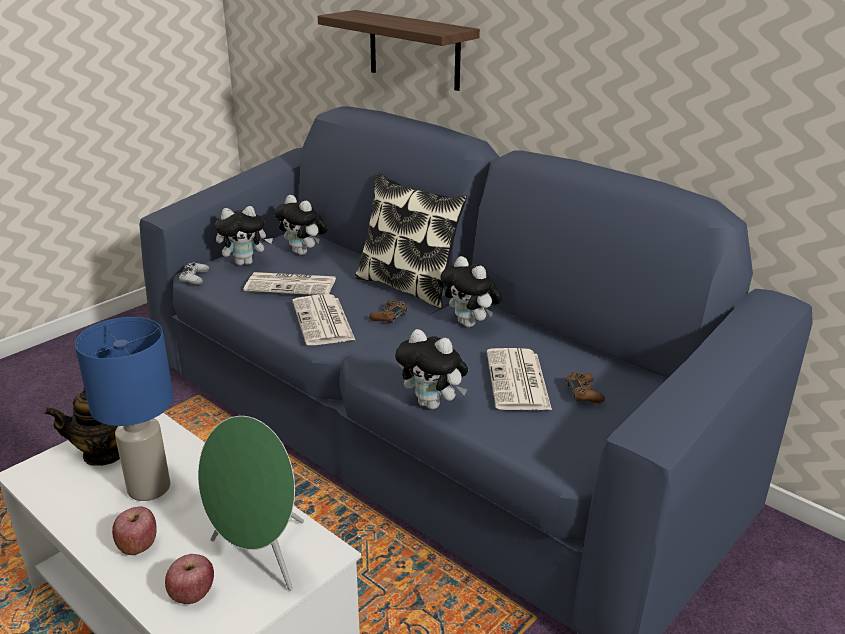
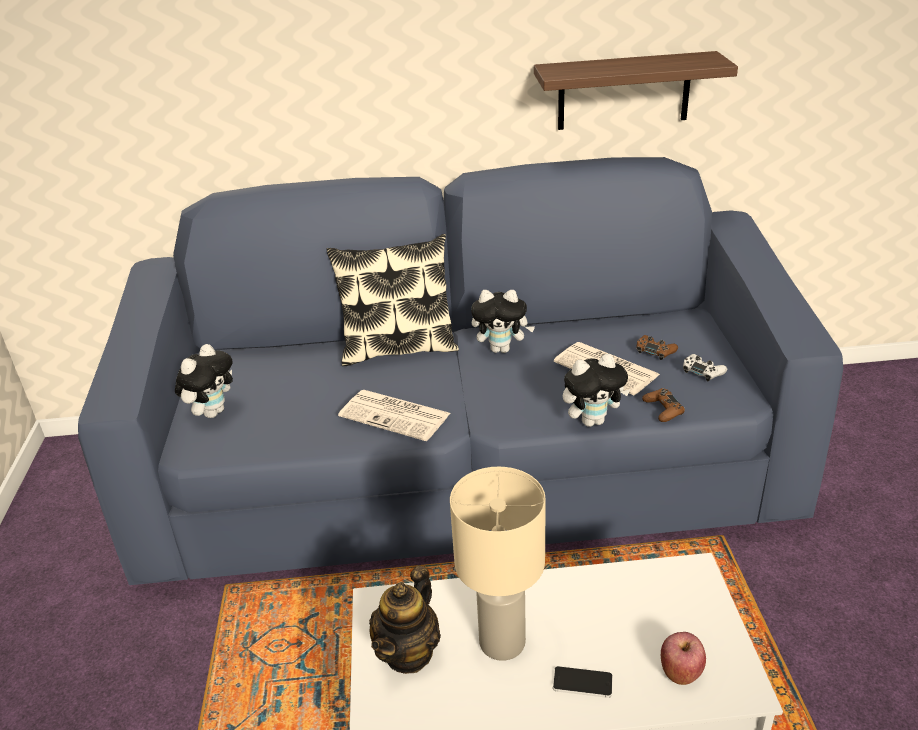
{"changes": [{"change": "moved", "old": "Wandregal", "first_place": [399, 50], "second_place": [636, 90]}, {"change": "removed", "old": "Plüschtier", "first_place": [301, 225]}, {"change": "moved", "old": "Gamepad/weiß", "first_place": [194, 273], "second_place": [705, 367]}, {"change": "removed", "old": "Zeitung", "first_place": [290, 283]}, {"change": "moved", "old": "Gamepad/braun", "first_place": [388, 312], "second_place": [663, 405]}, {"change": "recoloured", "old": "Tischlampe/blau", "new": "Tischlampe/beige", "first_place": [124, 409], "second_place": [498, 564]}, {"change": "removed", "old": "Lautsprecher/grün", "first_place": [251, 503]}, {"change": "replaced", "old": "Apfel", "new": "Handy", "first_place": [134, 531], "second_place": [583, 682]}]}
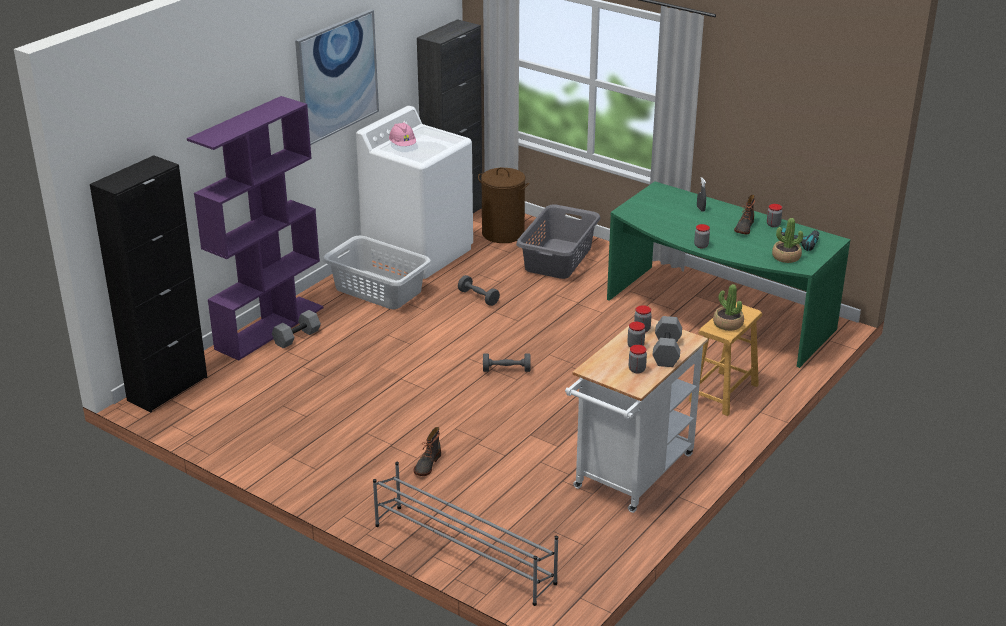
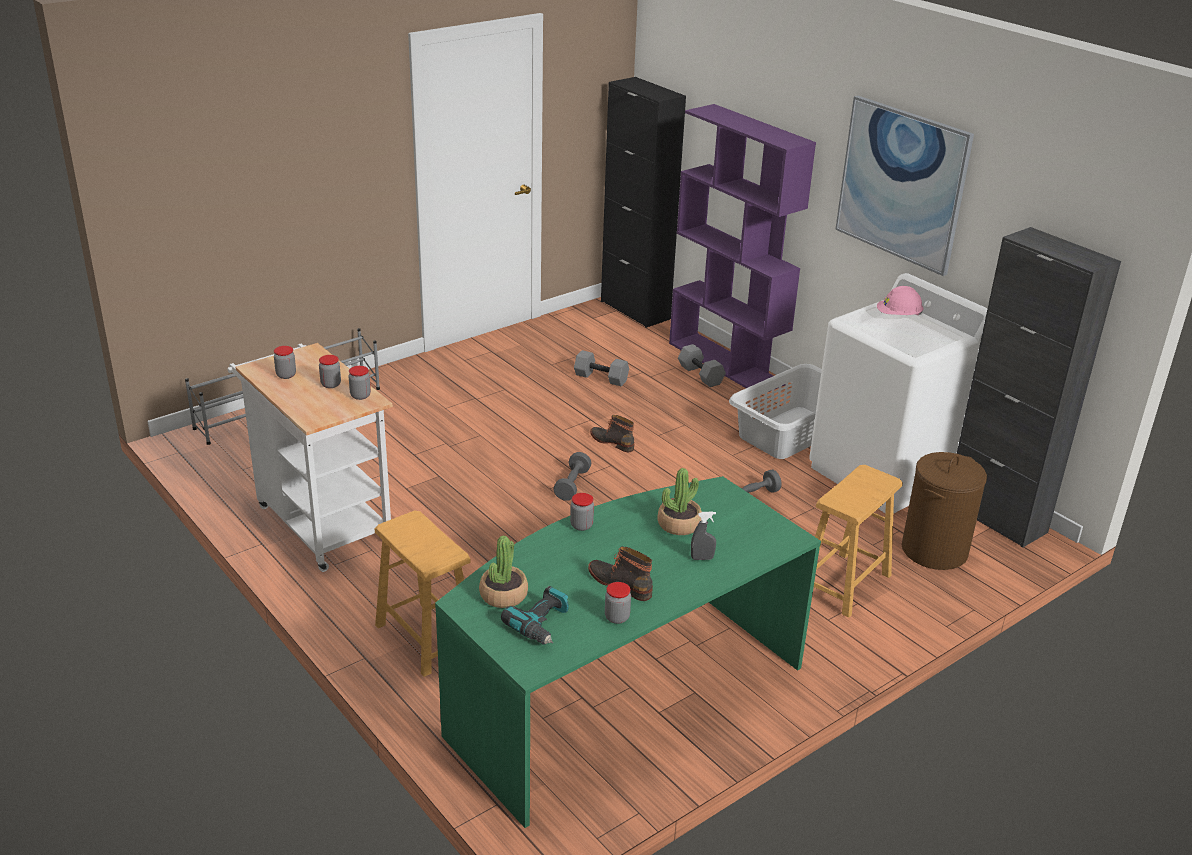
{"changes": [{"change": "replaced", "old": "Wäschekorb/grau", "new": "Hocker/braun", "first_place": [558, 241], "second_place": [858, 541]}, {"change": "moved", "old": "Topfpflanze", "first_place": [728, 307], "second_place": [679, 501]}, {"change": "moved", "old": "Hantel/grau", "first_place": [667, 341], "second_place": [601, 368]}, {"change": "moved", "old": "Stiefel", "first_place": [427, 451], "second_place": [612, 433]}]}
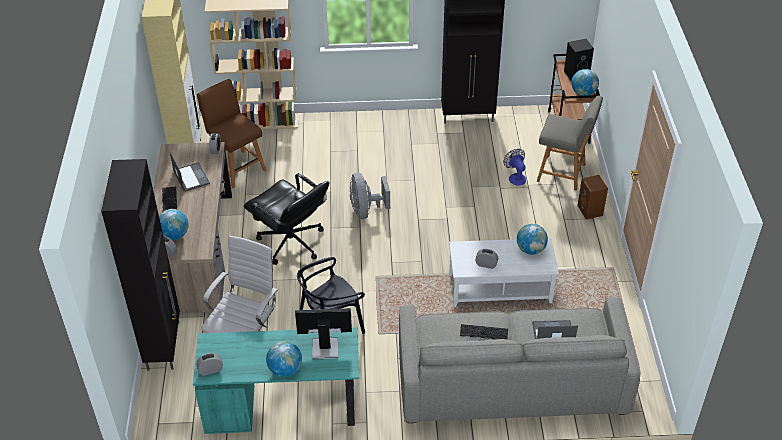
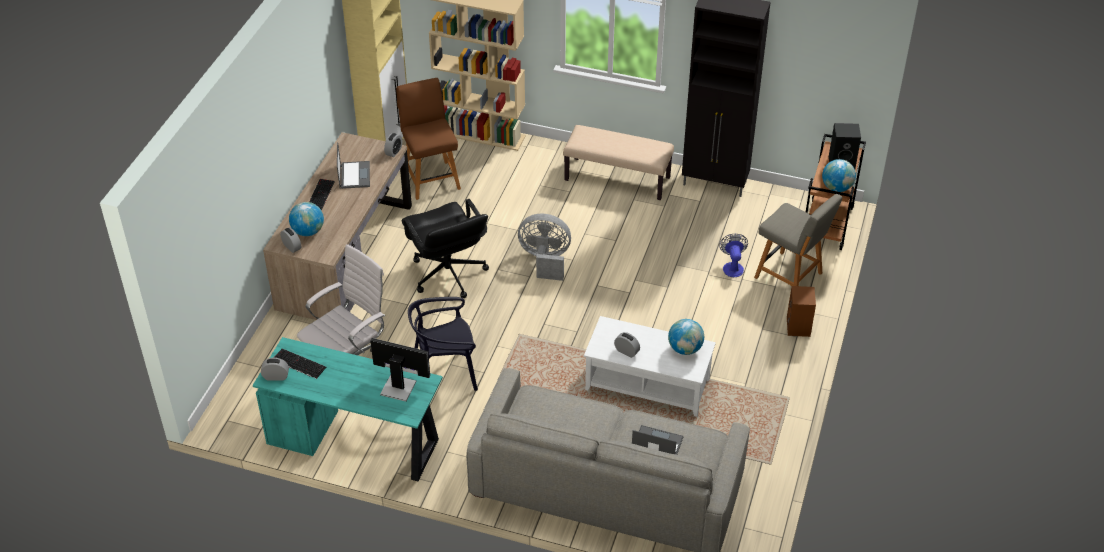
{"changes": [{"change": "removed", "old": "Schrank/schwarz", "first_place": [140, 265]}, {"change": "turned", "old": "Ventilator/grau", "first_place": [370, 196], "second_place": [544, 247], "degrees": 90}, {"change": "moved", "old": "Tastatur", "first_place": [484, 332], "second_place": [300, 363]}, {"change": "removed", "old": "Globus", "first_place": [284, 359]}, {"change": "added", "new": "Bank/beige", "second_place": [618, 162]}]}
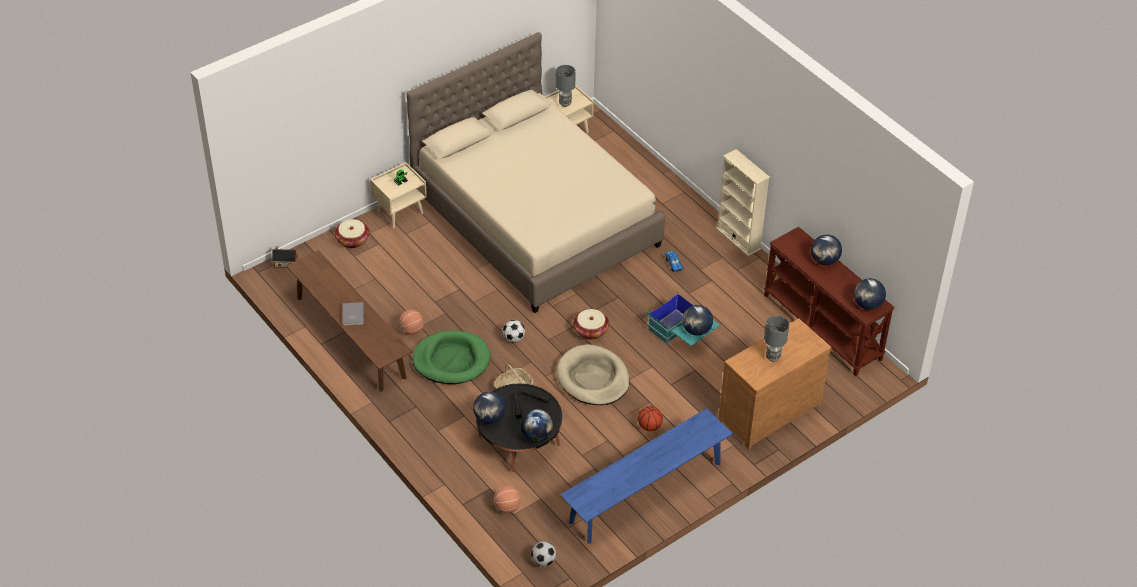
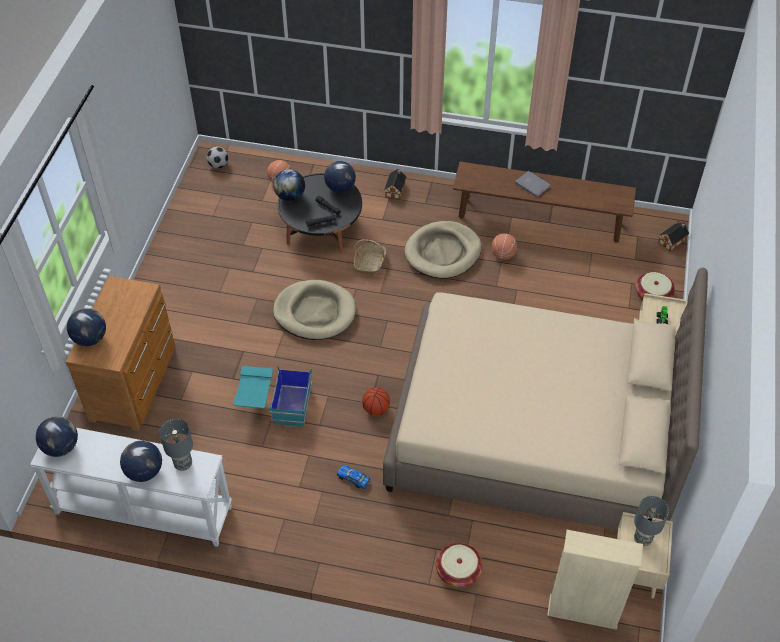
{"changes": [{"change": "moved", "old": "Bücherregal/beige", "first_place": [743, 202], "second_place": [595, 580]}, {"change": "recoloured", "old": "Konsolentisch/braun", "new": "Konsolentisch/weiß", "first_place": [829, 302], "second_place": [131, 487]}, {"change": "moved", "old": "Globus", "first_place": [697, 320], "second_place": [86, 327]}, {"change": "moved", "old": "Korb", "first_place": [591, 324], "second_place": [459, 565]}, {"change": "moved", "old": "Tischlampe/grau", "first_place": [776, 338], "second_place": [176, 444]}, {"change": "removed", "old": "Fußball", "first_place": [514, 331]}, {"change": "recoloured", "old": "Hundebett/grün", "new": "Hundebett/beige", "first_place": [451, 357], "second_place": [443, 250]}, {"change": "moved", "old": "Basketball", "first_place": [650, 418], "second_place": [376, 402]}, {"change": "removed", "old": "Bank/blau", "first_place": [646, 475]}, {"change": "added", "new": "Spielzeughaus", "second_place": [395, 184]}]}
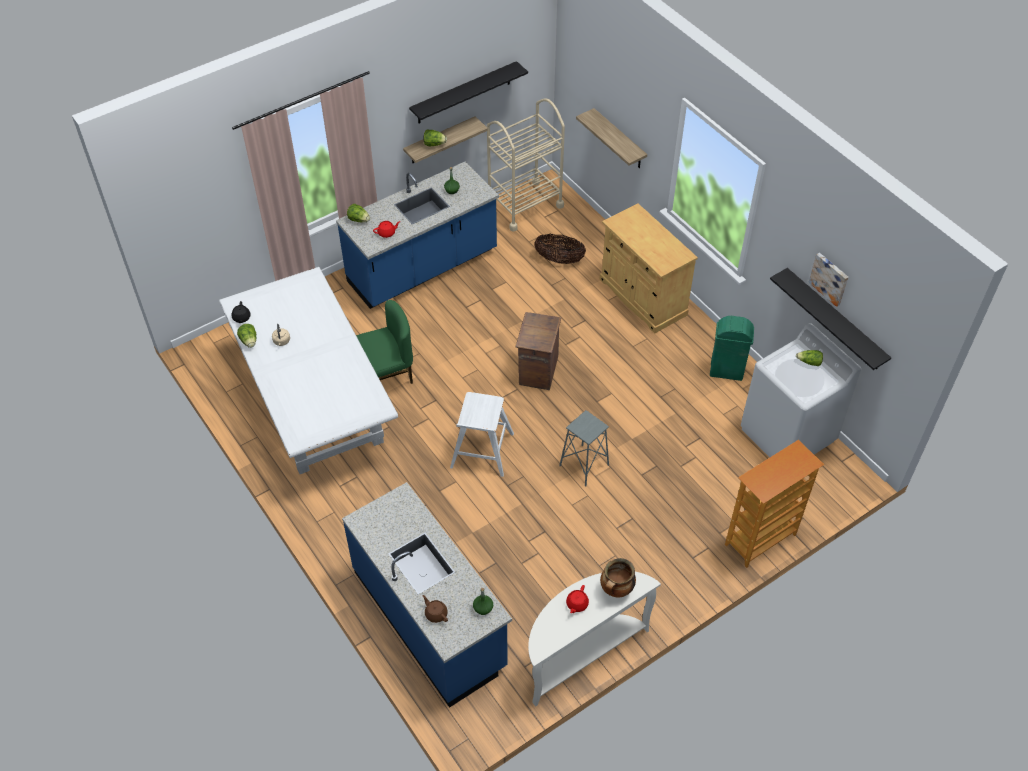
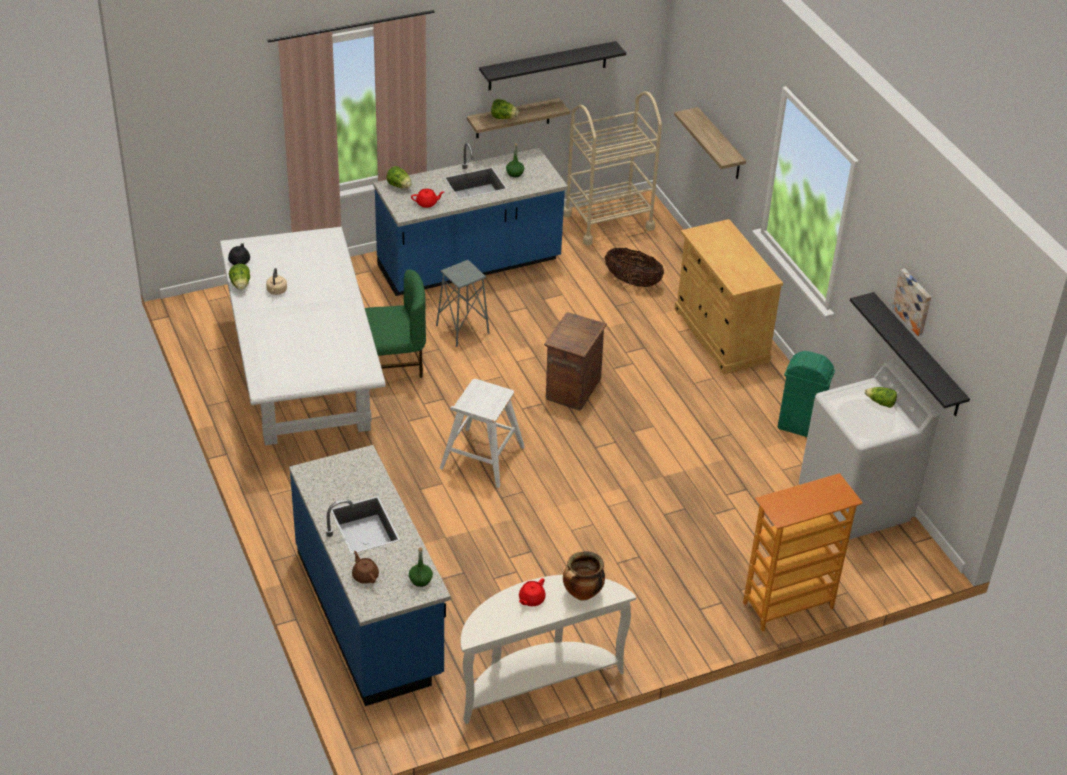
{"changes": [{"change": "moved", "old": "Hocker/grau", "first_place": [584, 448], "second_place": [462, 303]}]}
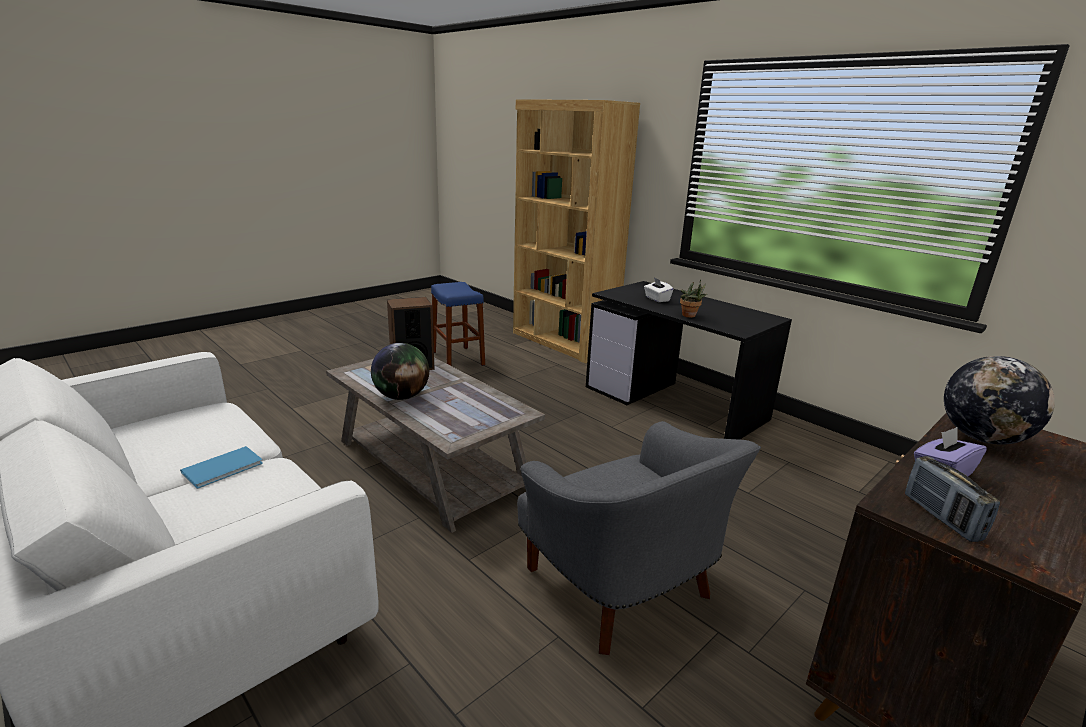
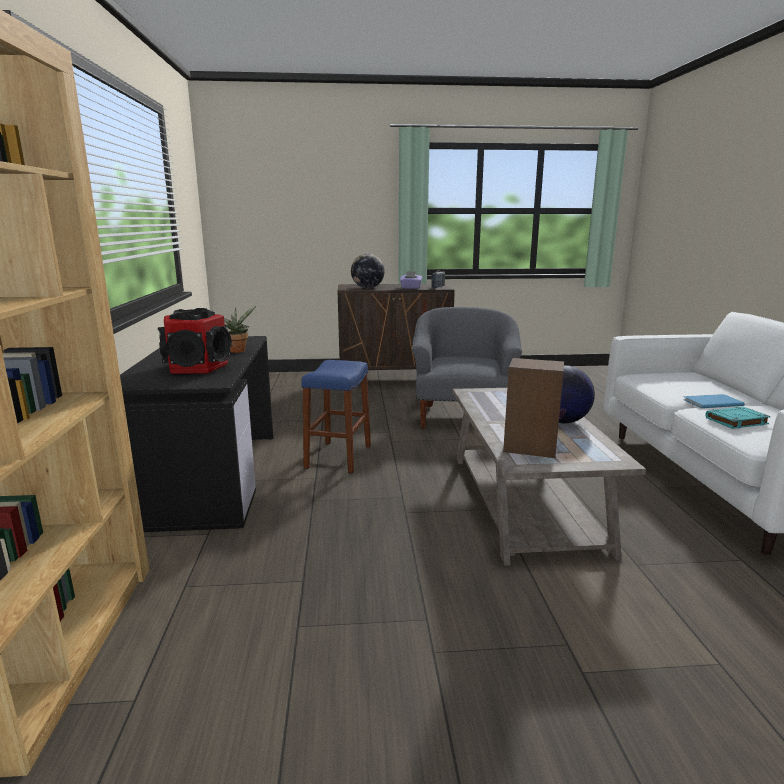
{"changes": [{"change": "replaced", "old": "Taschentuchbox/weiß", "new": "Lautsprecher", "first_place": [658, 289], "second_place": [195, 341]}, {"change": "moved", "old": "Hocker/blau", "first_place": [458, 324], "second_place": [336, 417]}, {"change": "added", "new": "Buch/türkis", "second_place": [738, 418]}]}
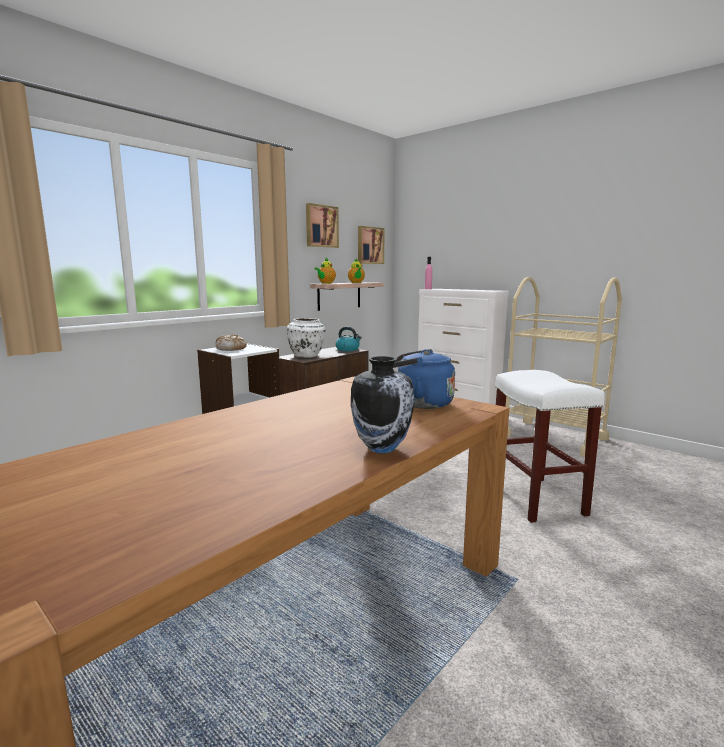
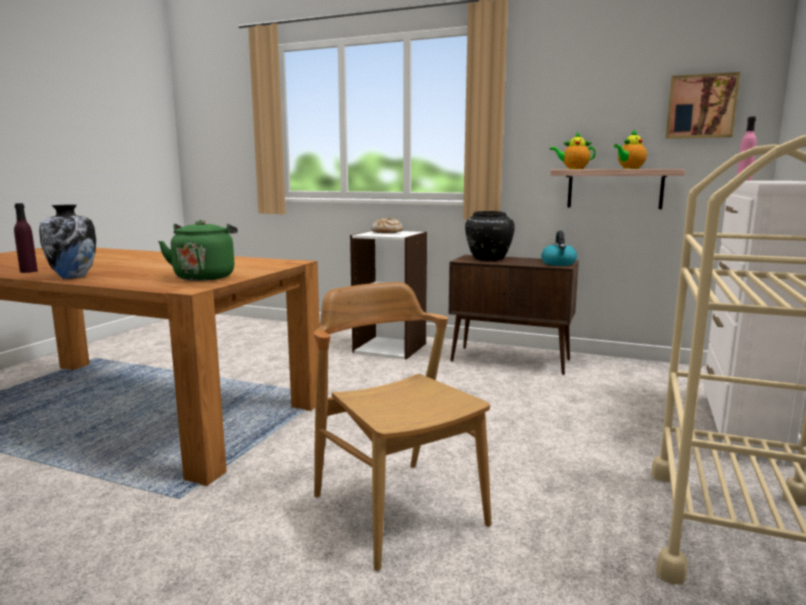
{"changes": [{"change": "removed", "old": "Bild", "first_place": [322, 225]}, {"change": "recoloured", "old": "Vase/weiß", "new": "Vase/schwarz", "first_place": [306, 338], "second_place": [490, 236]}, {"change": "recoloured", "old": "Wasserkessel/blau", "new": "Wasserkessel/grün", "first_place": [424, 379], "second_place": [198, 250]}, {"change": "replaced", "old": "Hocker/weiß", "new": "Stuhl/braun", "first_place": [550, 446], "second_place": [402, 426]}, {"change": "added", "new": "Flasche/lila", "second_place": [26, 238]}]}
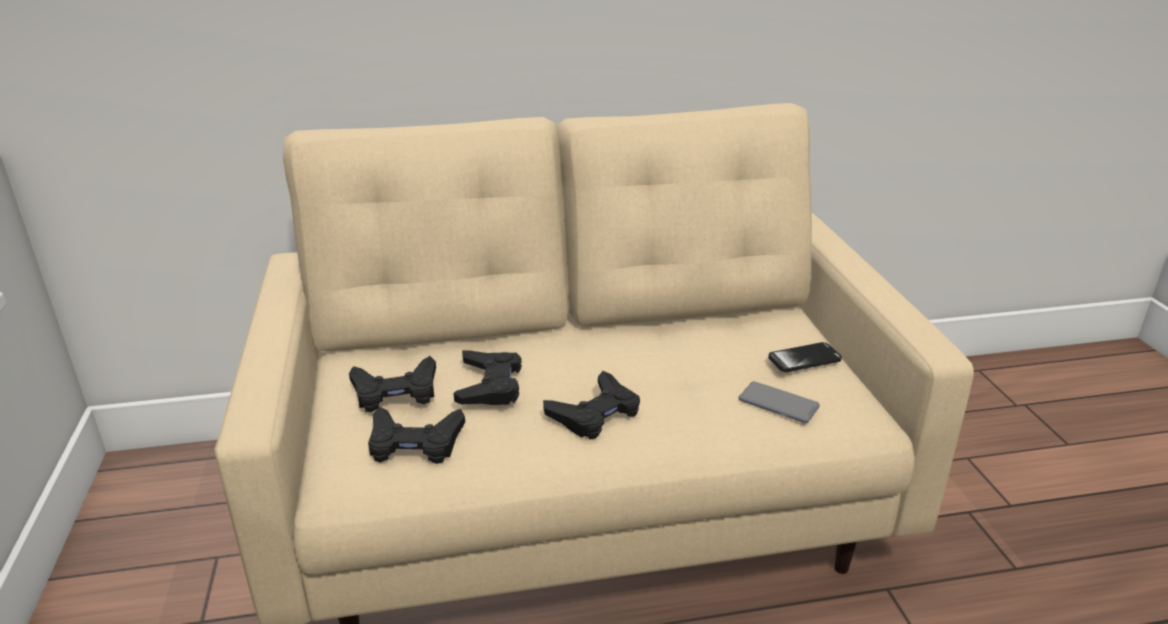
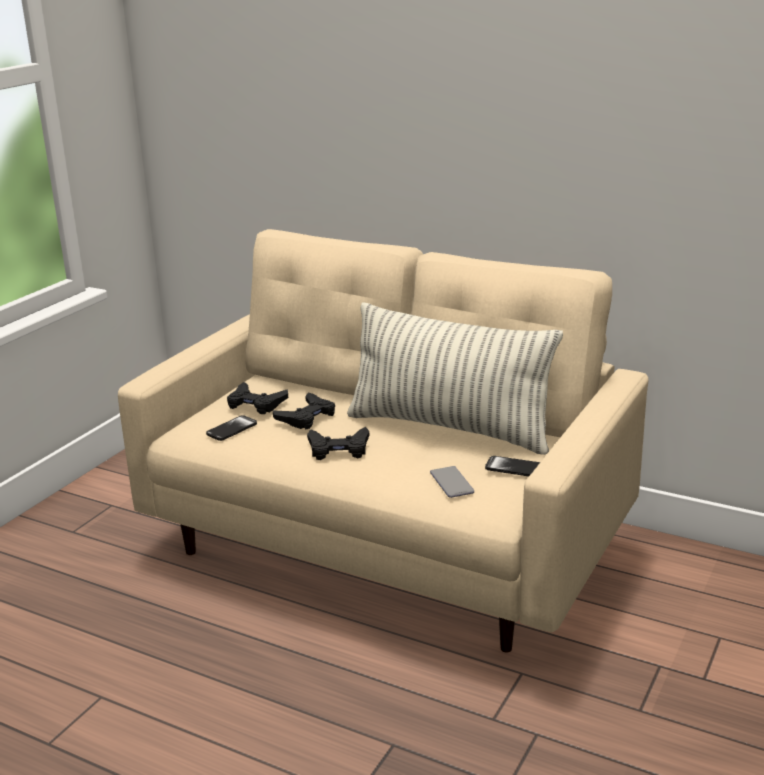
{"changes": [{"change": "replaced", "old": "Gamepad/schwarz", "new": "Handy", "first_place": [416, 435], "second_place": [231, 428]}, {"change": "added", "new": "Kissen", "second_place": [455, 378]}]}
